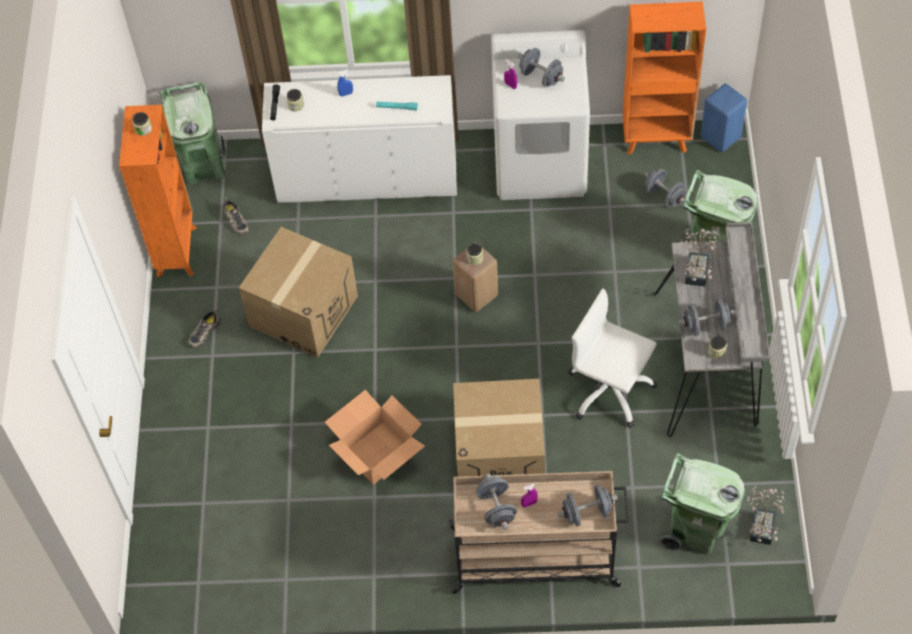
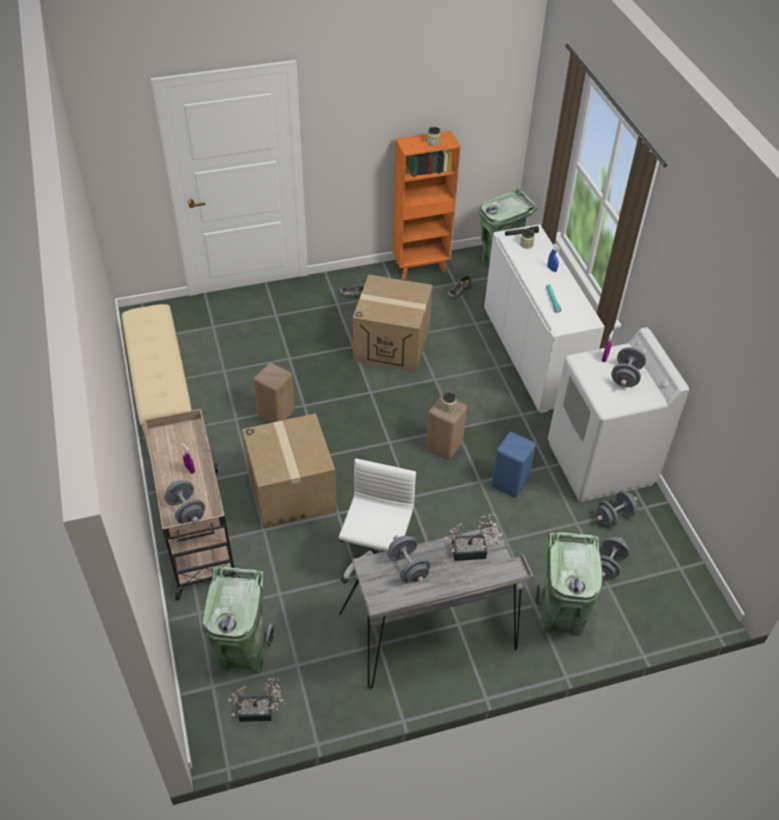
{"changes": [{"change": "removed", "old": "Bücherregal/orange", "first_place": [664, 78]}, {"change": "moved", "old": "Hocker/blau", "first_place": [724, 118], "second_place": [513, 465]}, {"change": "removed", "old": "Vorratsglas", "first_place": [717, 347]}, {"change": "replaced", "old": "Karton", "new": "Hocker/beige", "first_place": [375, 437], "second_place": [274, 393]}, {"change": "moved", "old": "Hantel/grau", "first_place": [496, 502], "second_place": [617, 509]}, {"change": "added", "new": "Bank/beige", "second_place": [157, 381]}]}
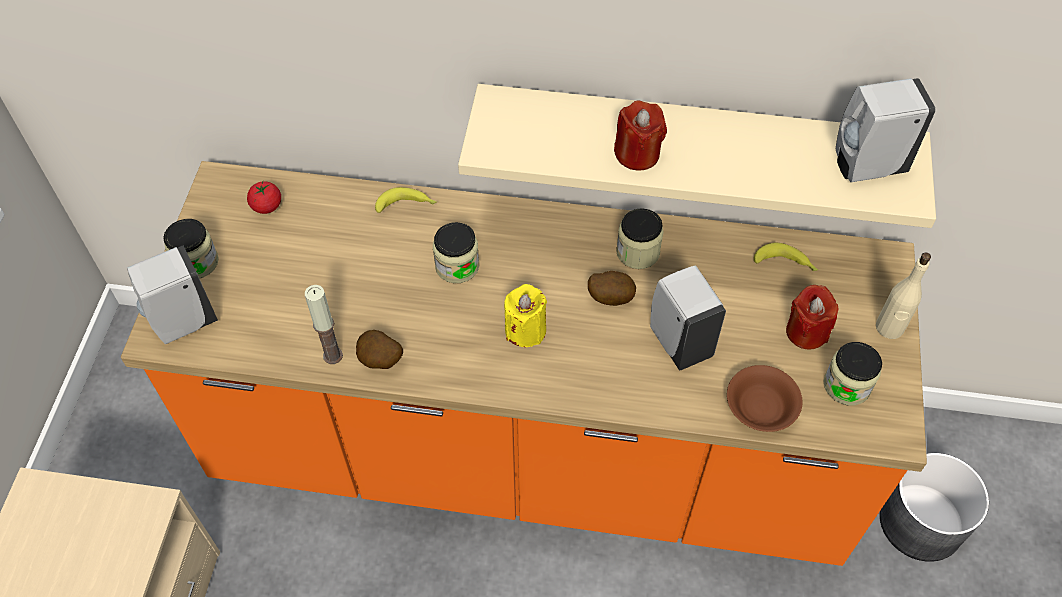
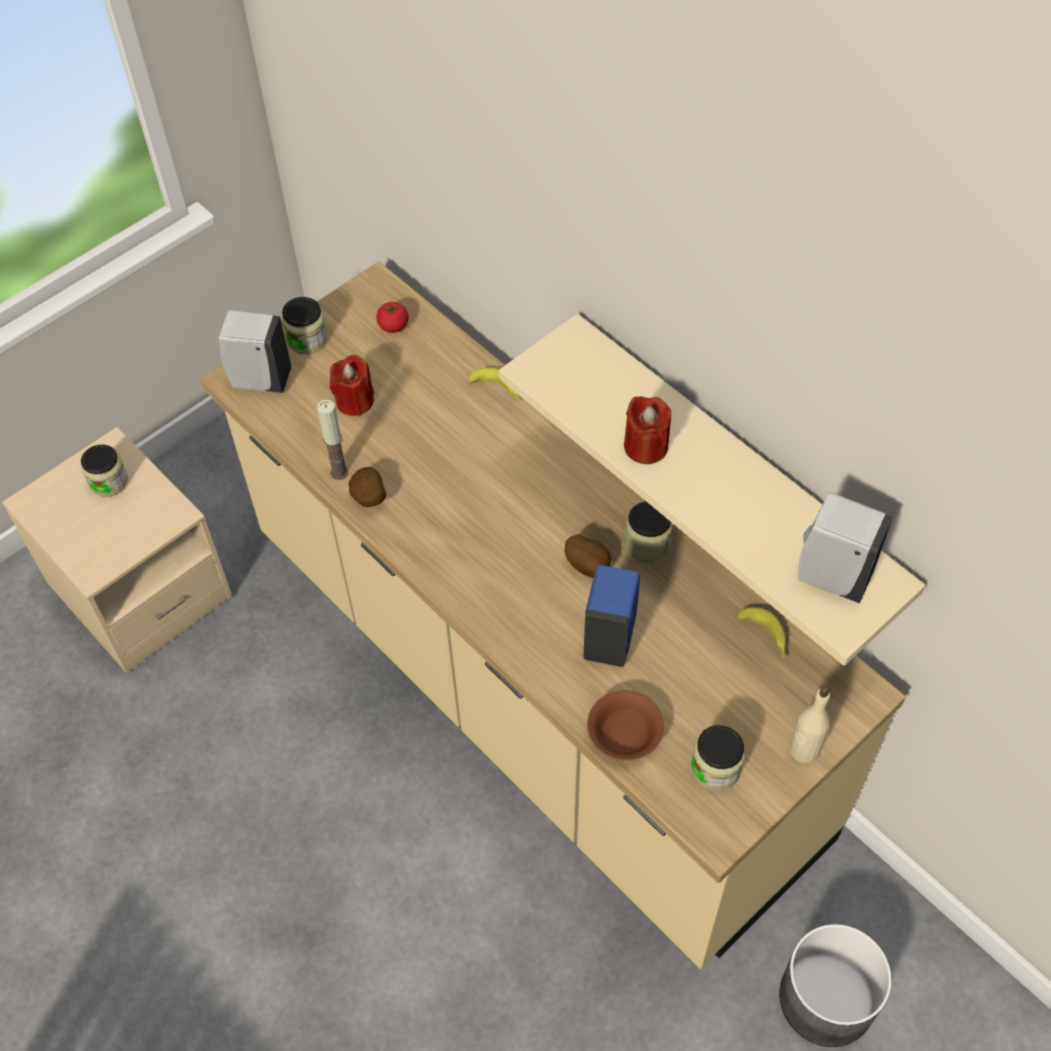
{"changes": [{"change": "recoloured", "old": "Küchenzeile/orange", "new": "Küchenzeile/beige", "first_place": [524, 363], "second_place": [553, 615]}, {"change": "moved", "old": "Vorratsglas", "first_place": [456, 252], "second_place": [104, 471]}, {"change": "recoloured", "old": "Seifenspender/weiß", "new": "Seifenspender/blau", "first_place": [688, 318], "second_place": [611, 616]}, {"change": "removed", "old": "Kerze/gelb", "first_place": [525, 315]}, {"change": "moved", "old": "Kerze/rot", "first_place": [812, 317], "second_place": [352, 385]}]}
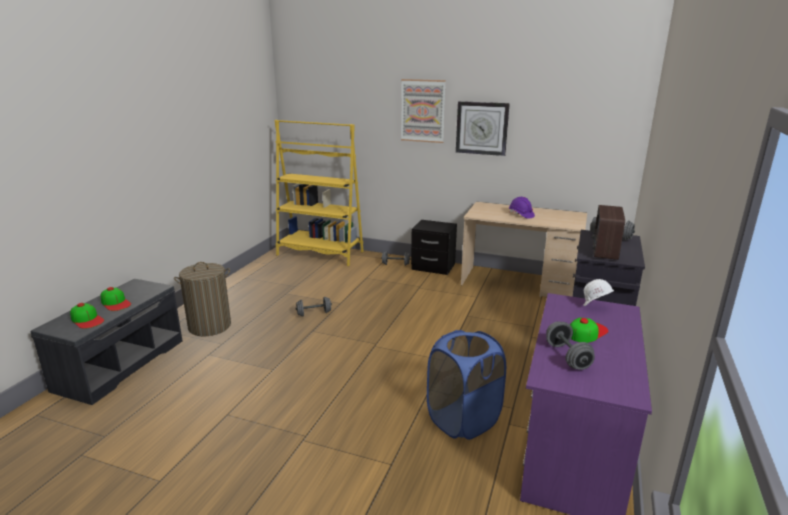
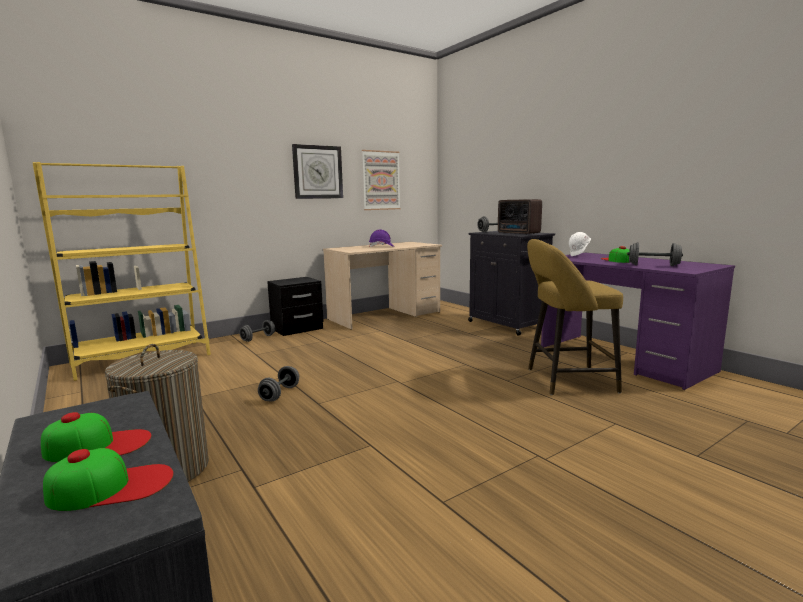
{"changes": [{"change": "moved", "old": "Bild", "first_place": [423, 111], "second_place": [381, 180]}, {"change": "replaced", "old": "Wäschekorb/blau", "new": "Hocker/gelb", "first_place": [466, 385], "second_place": [575, 317]}]}
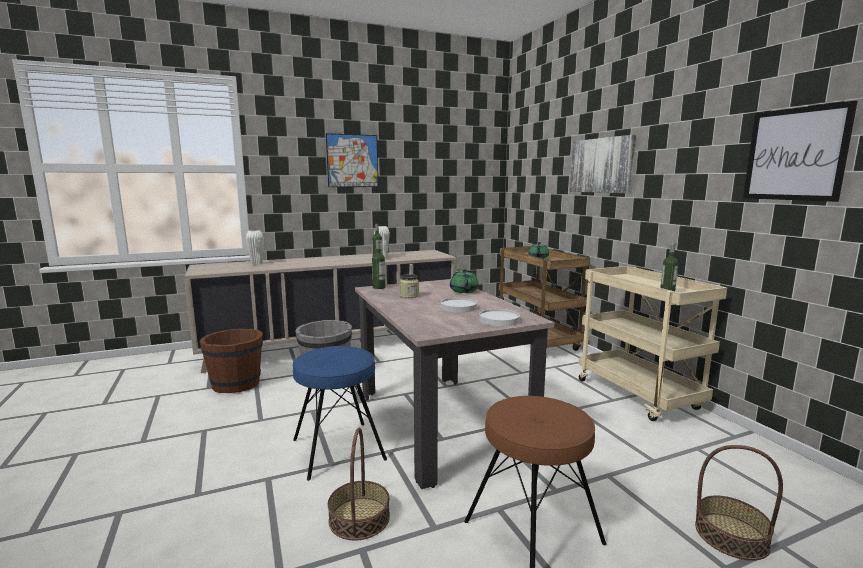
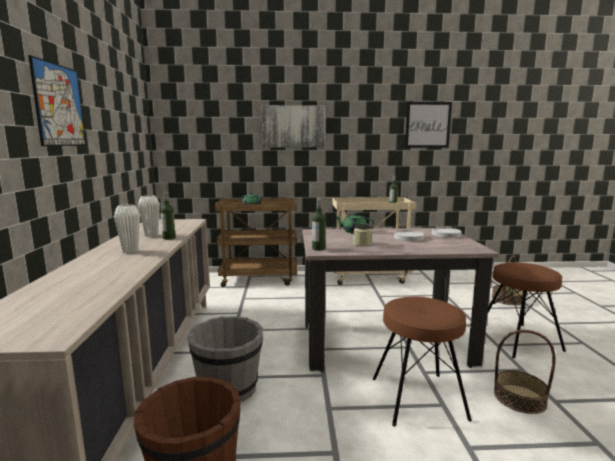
{"changes": [{"change": "moved", "old": "Vase/weiß", "first_place": [255, 247], "second_place": [127, 229]}, {"change": "recoloured", "old": "Hocker/blau", "new": "Hocker/braun", "first_place": [340, 413], "second_place": [422, 361]}]}
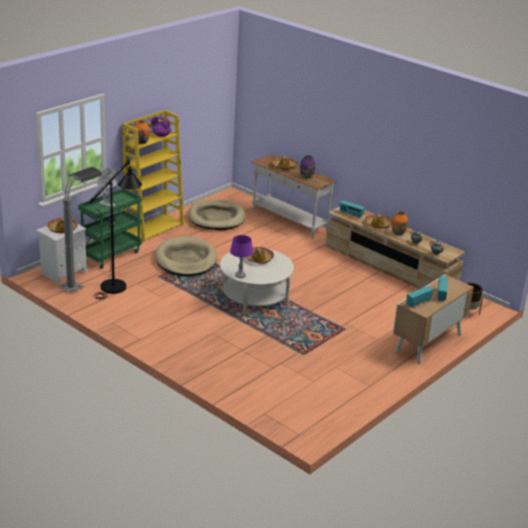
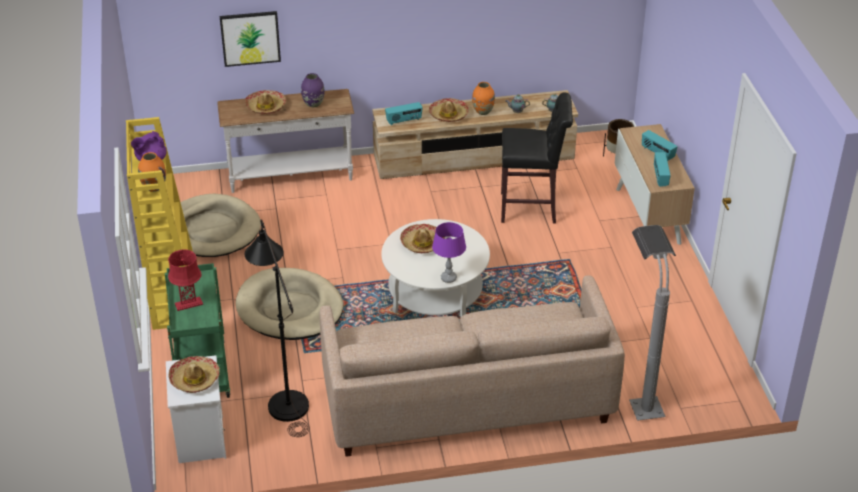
{"changes": [{"change": "moved", "old": "Stehlampe/grau", "first_place": [80, 230], "second_place": [652, 323]}, {"change": "recoloured", "old": "Tischlampe/grau", "new": "Tischlampe/rot", "first_place": [107, 187], "second_place": [185, 280]}, {"change": "added", "new": "Bild", "second_place": [250, 39]}, {"change": "added", "new": "Hocker/schwarz", "second_place": [537, 157]}, {"change": "added", "new": "Sofa/beige", "second_place": [472, 366]}]}
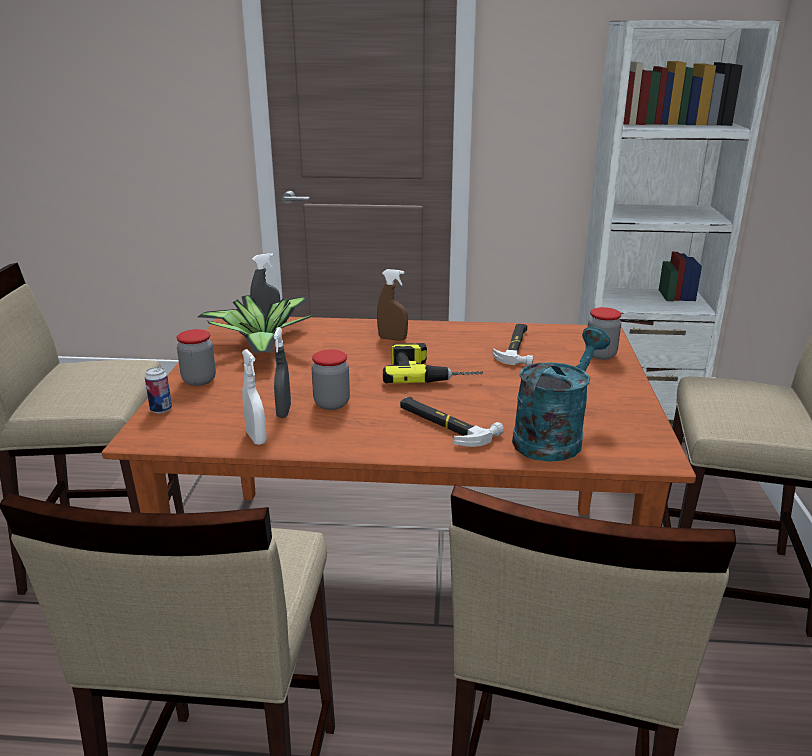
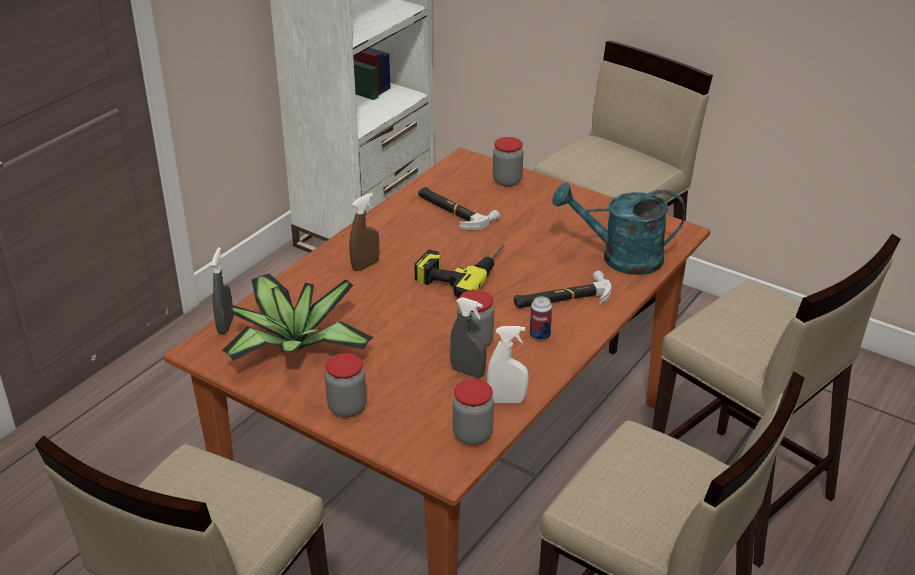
{"changes": [{"change": "turned", "old": "Gießkanne/türkis", "first_place": [561, 394], "second_place": [618, 229], "degrees": -60}, {"change": "moved", "old": "Dose", "first_place": [158, 390], "second_place": [541, 318]}, {"change": "added", "new": "Vorratsglas", "second_place": [473, 412]}]}
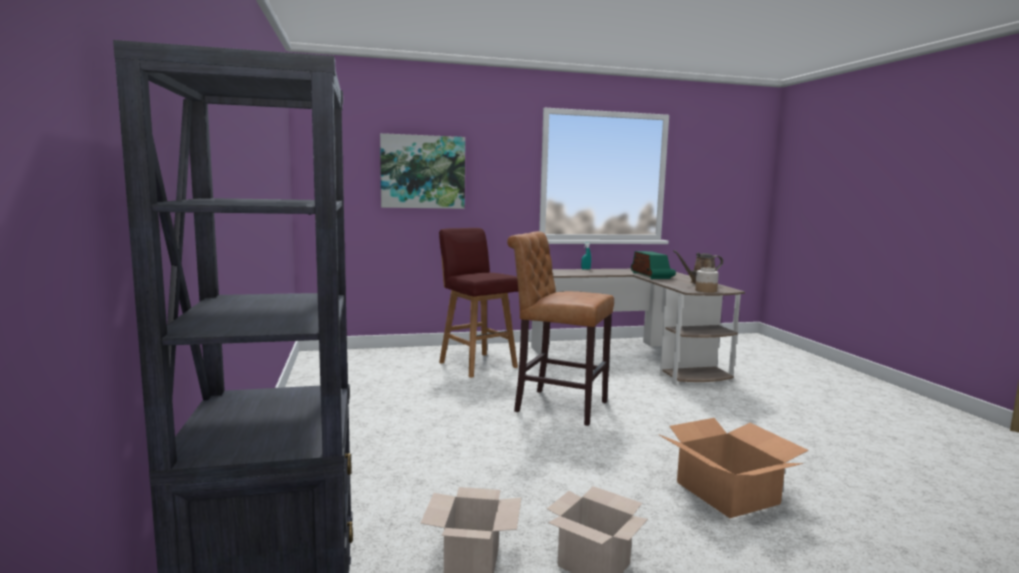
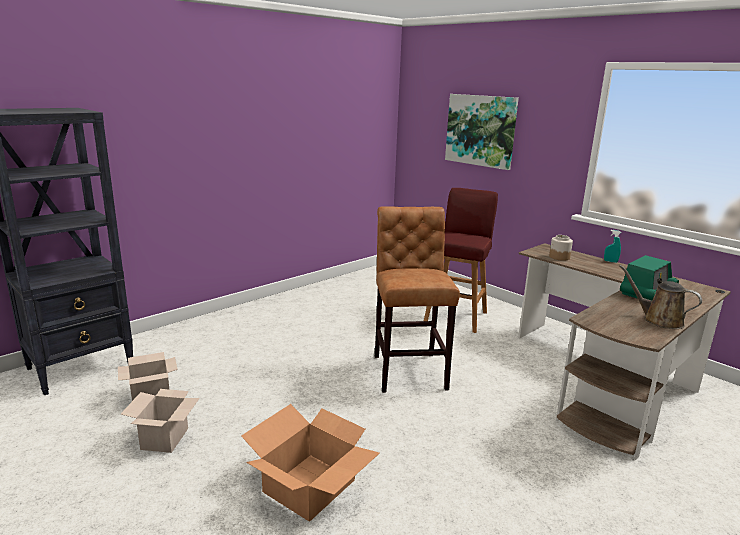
{"changes": [{"change": "moved", "old": "Vorratsglas", "first_place": [707, 280], "second_place": [561, 248]}]}
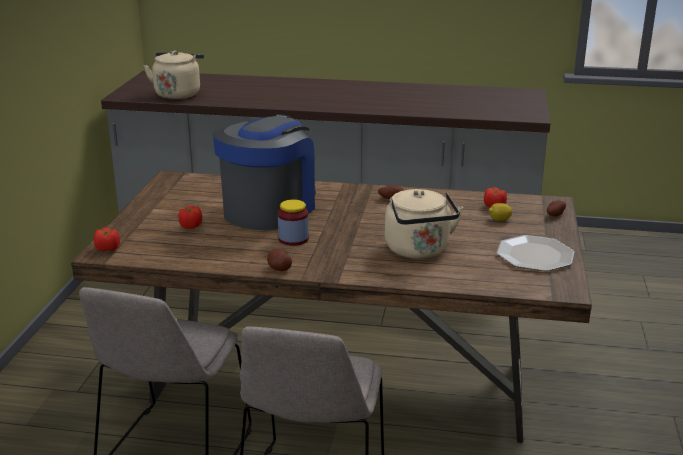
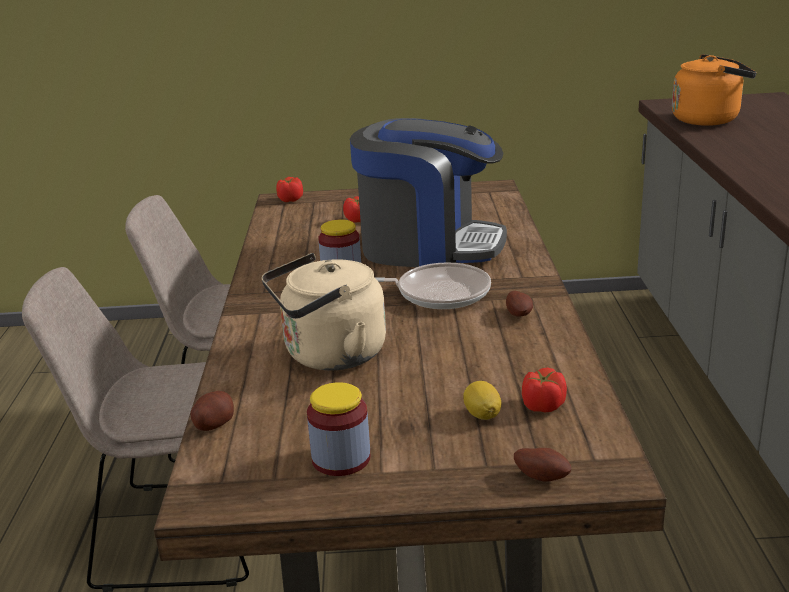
{"changes": [{"change": "recoloured", "old": "Wasserkessel/beige", "new": "Wasserkessel/orange", "first_place": [174, 75], "second_place": [714, 90]}, {"change": "replaced", "old": "Teller", "new": "Vorratsglas", "first_place": [535, 253], "second_place": [338, 429]}, {"change": "moved", "old": "Kartoffel", "first_place": [279, 260], "second_place": [212, 411]}, {"change": "added", "new": "Pfanne", "second_place": [432, 285]}]}
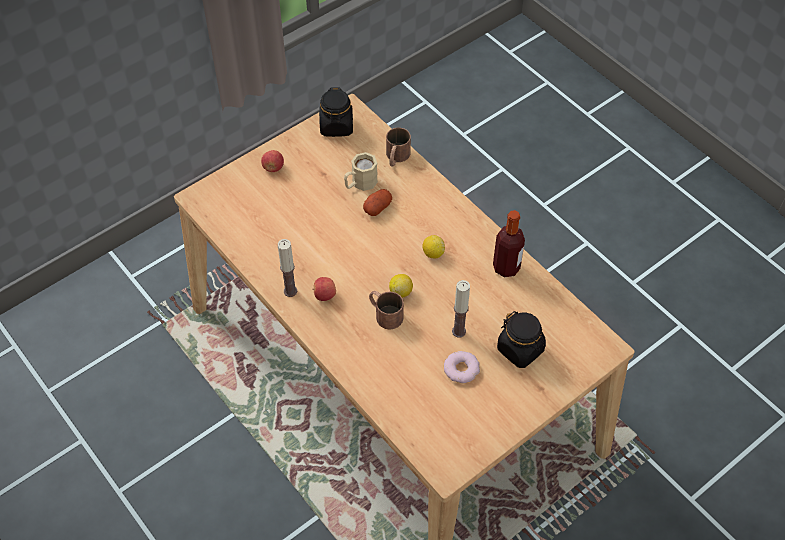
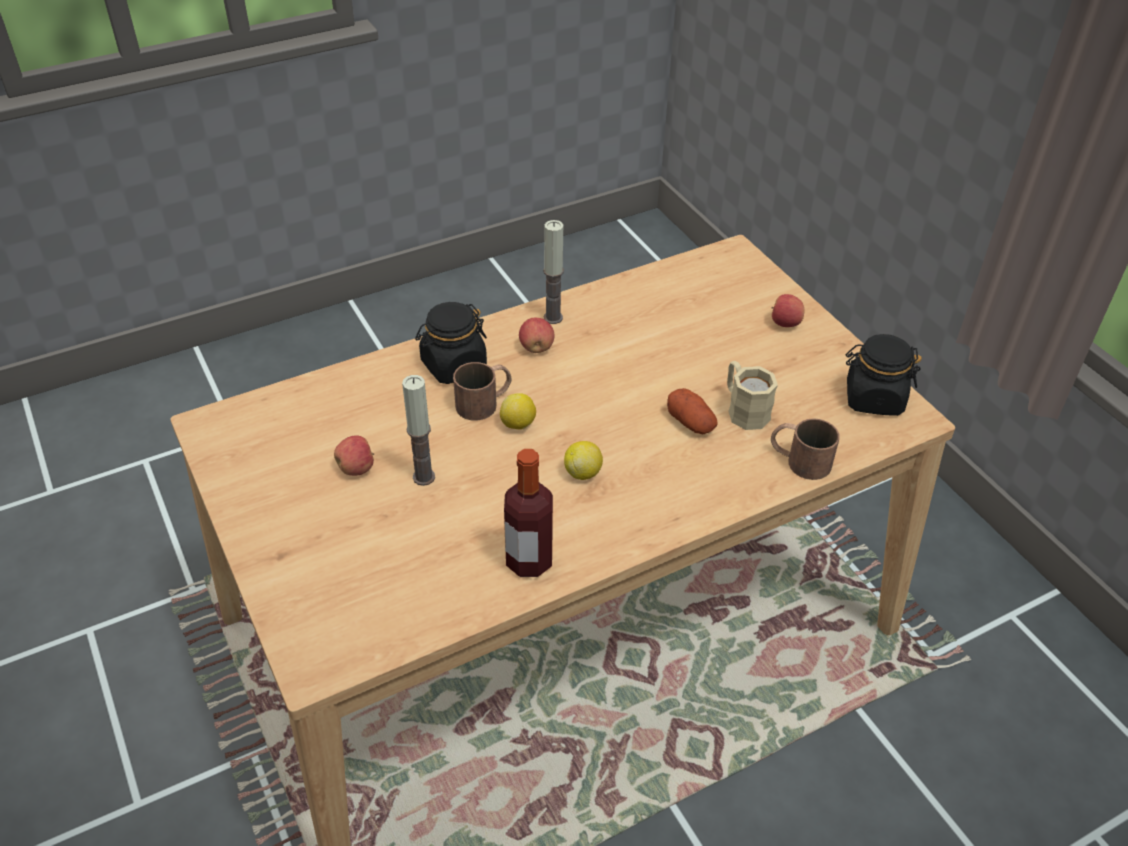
{"changes": [{"change": "moved", "old": "Vorratsglas/schwarz", "first_place": [521, 339], "second_place": [451, 343]}, {"change": "replaced", "old": "Donut", "new": "Apfel", "first_place": [462, 367], "second_place": [354, 455]}]}
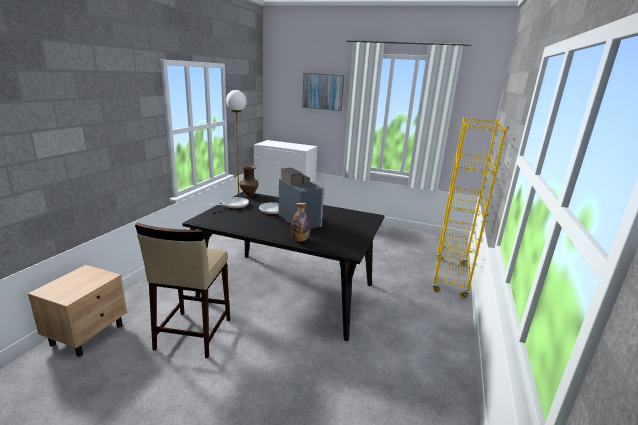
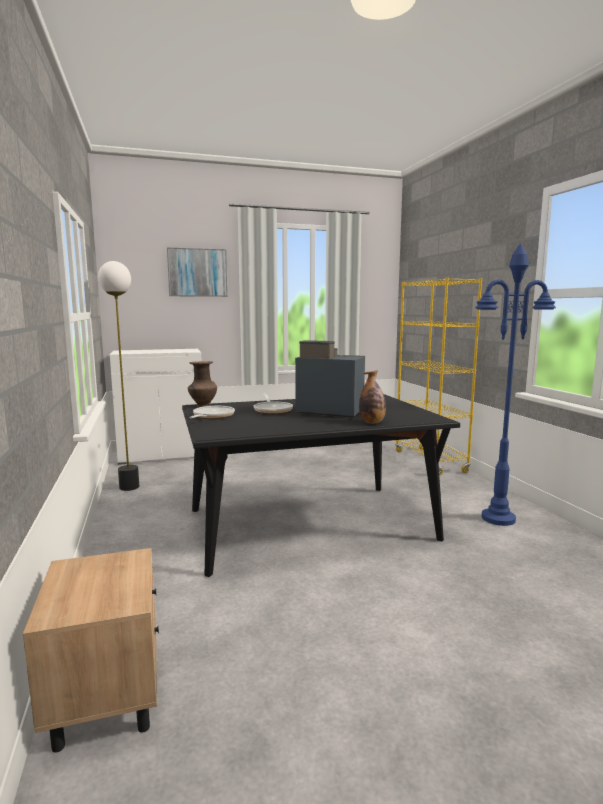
{"changes": [{"change": "removed", "old": "Hocker/beige", "first_place": [182, 290]}, {"change": "added", "new": "Stehlampe/blau", "second_place": [515, 384]}]}
